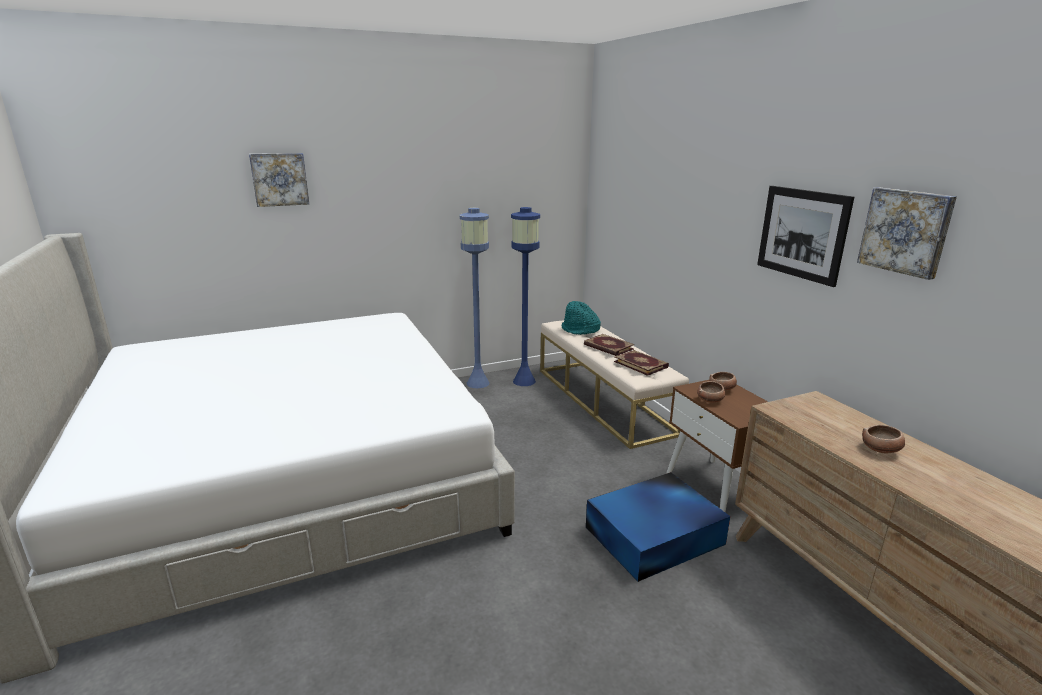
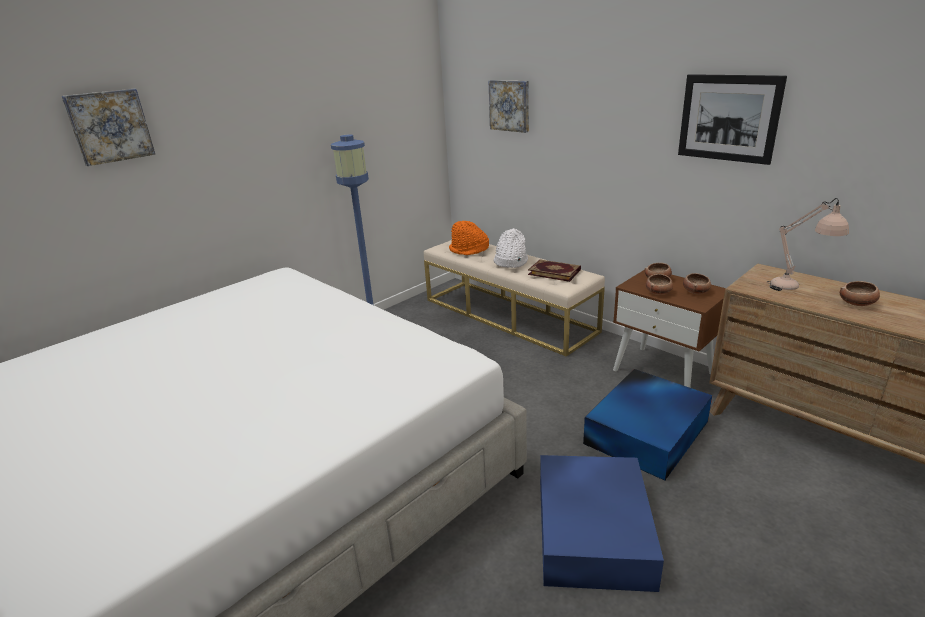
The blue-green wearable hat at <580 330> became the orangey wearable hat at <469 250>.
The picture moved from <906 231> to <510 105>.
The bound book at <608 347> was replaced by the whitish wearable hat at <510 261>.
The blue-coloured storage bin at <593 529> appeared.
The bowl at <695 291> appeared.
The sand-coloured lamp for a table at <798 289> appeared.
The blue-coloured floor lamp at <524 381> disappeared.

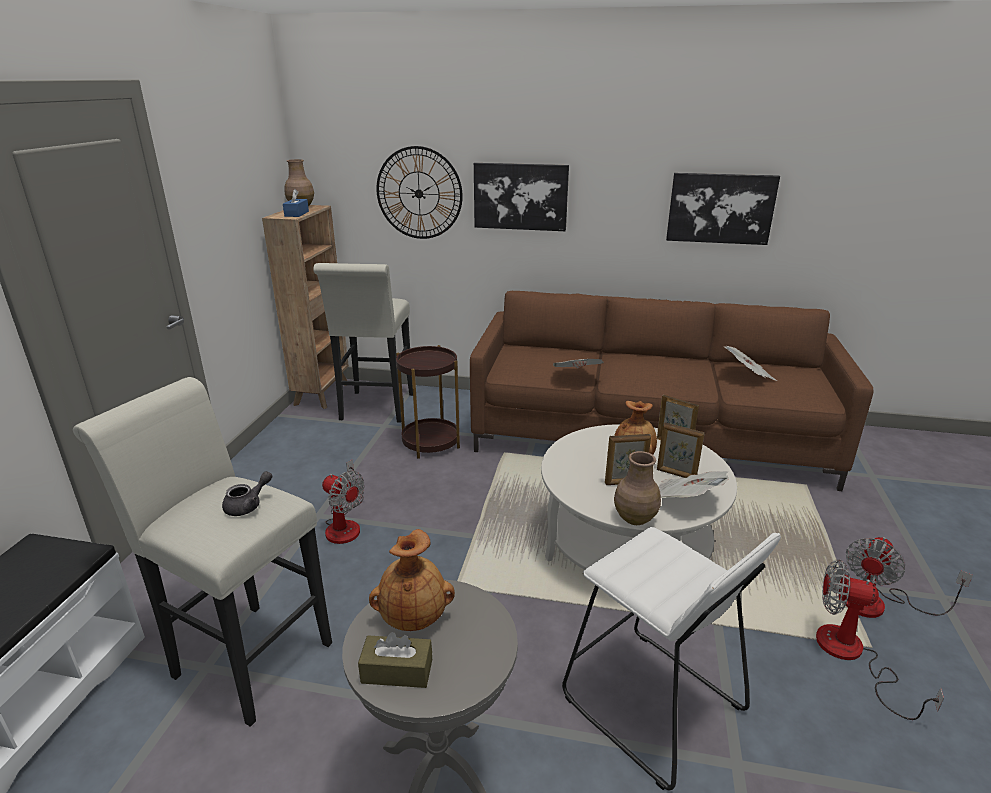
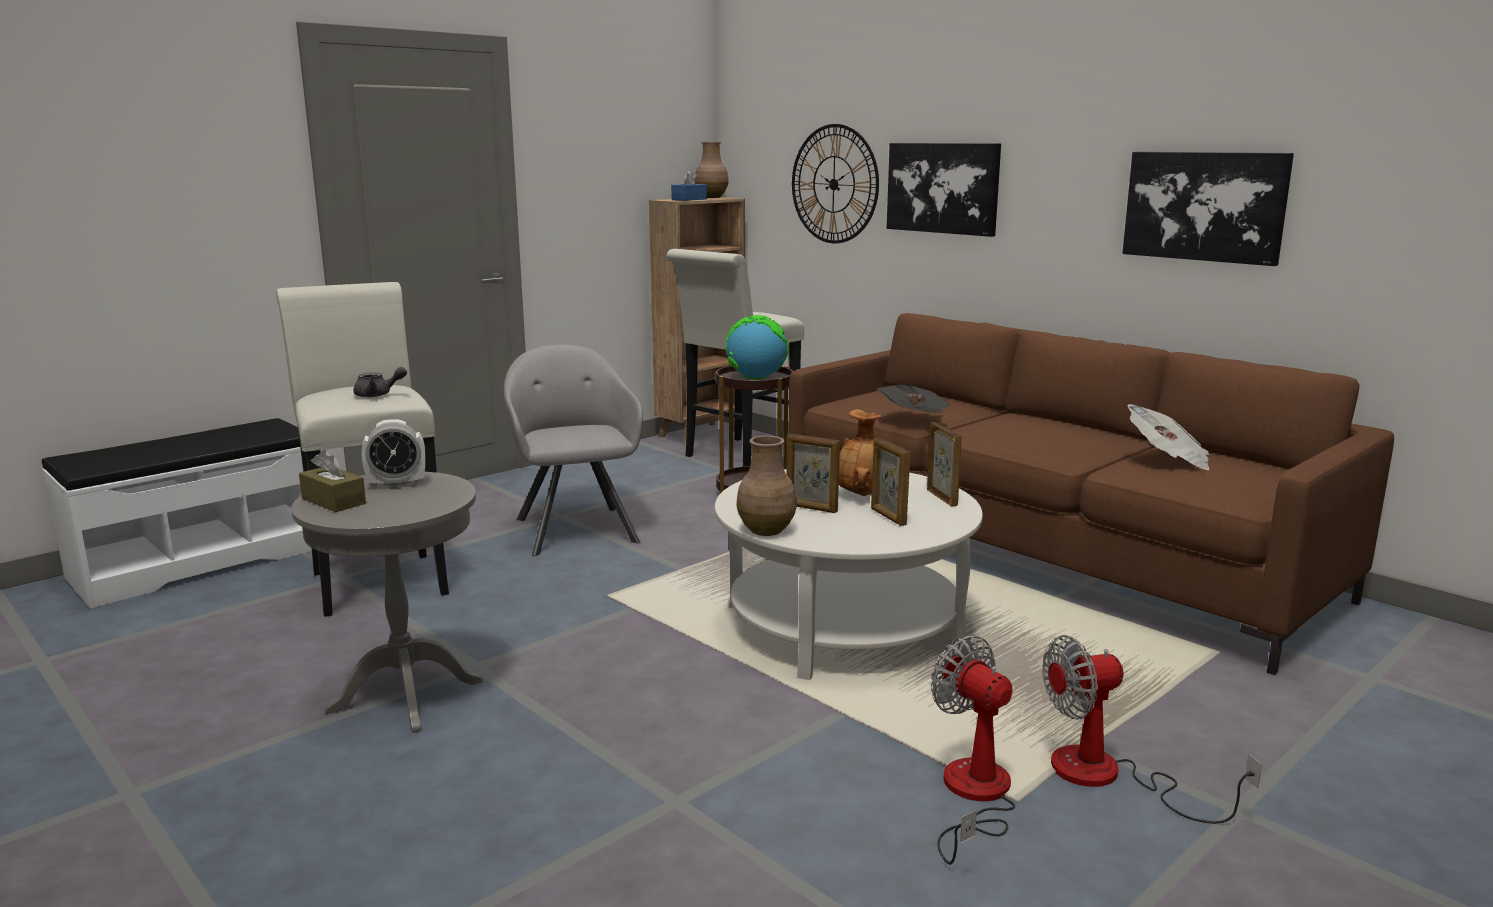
The brown vase at <413 617> was replaced by the table clock at <397 485>.
The fan at <345 524> was replaced by the grey easy chair at <575 528>.
The desk globe at <756 378> appeared.
The whitish stool at <651 704> disappeared.
The newspaper at <686 500> disappeared.

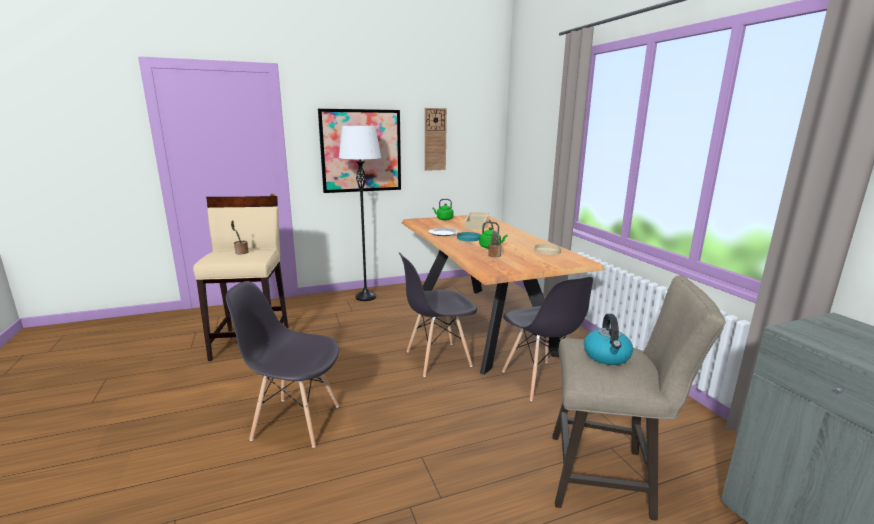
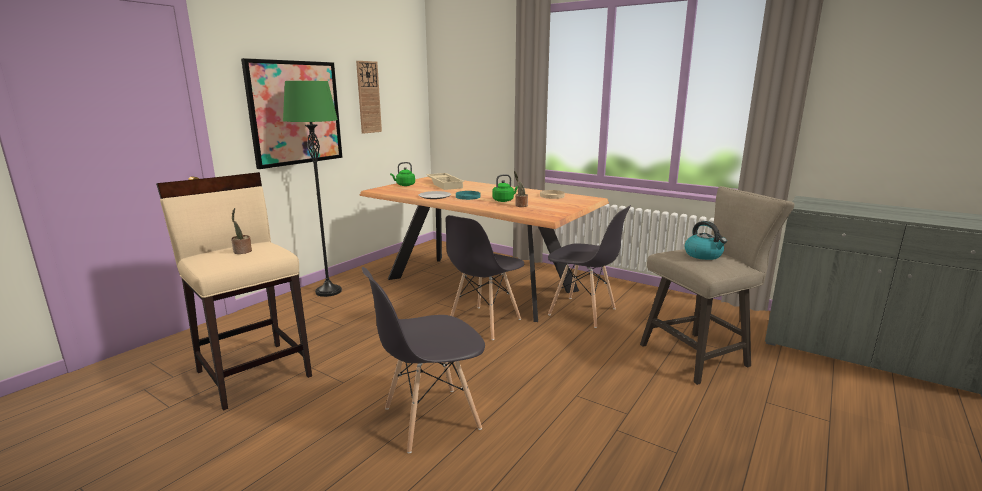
The whitish floor lamp at <365 297> became the greenish floor lamp at <328 291>.

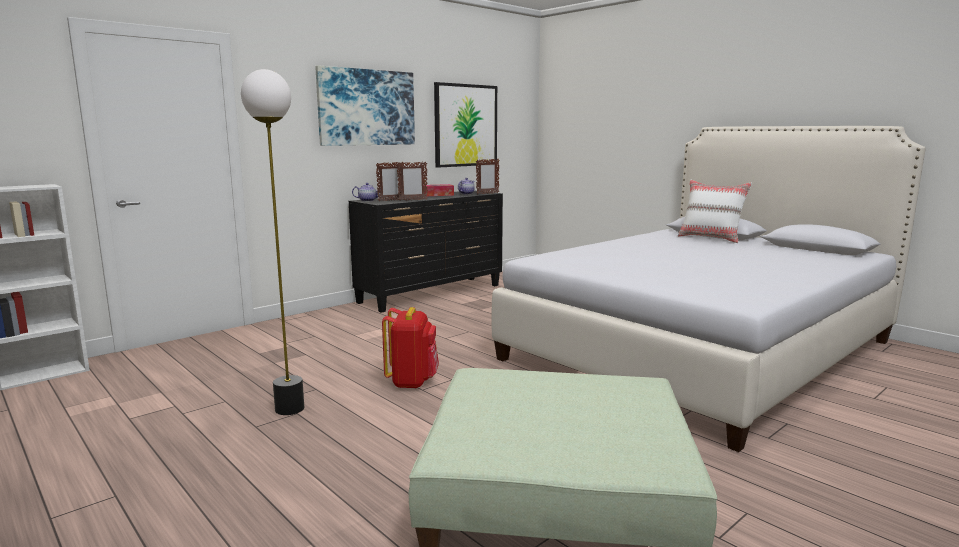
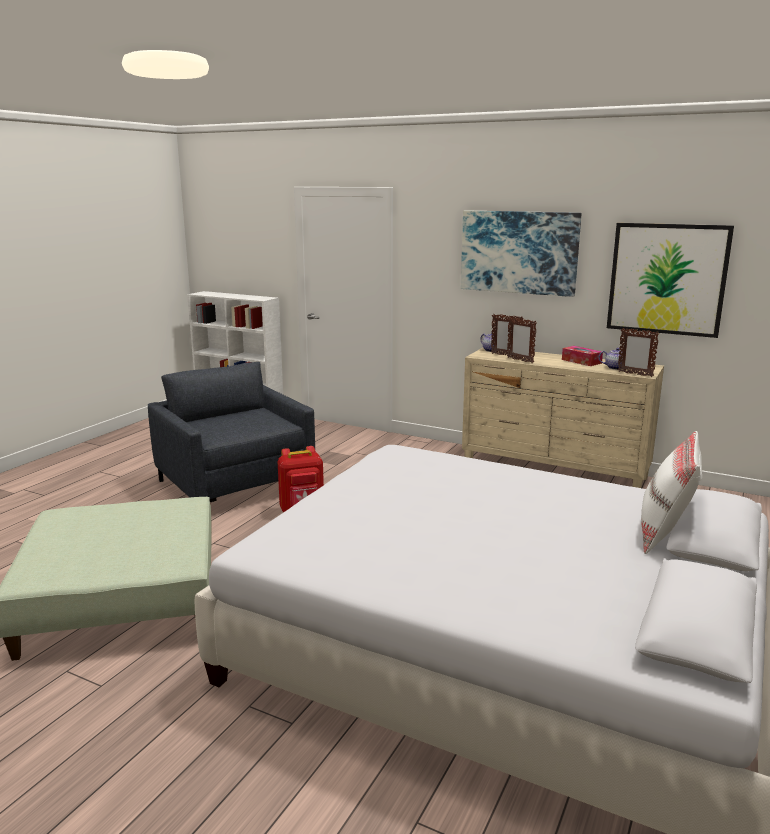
The floor lamp at <289 408> was replaced by the grey easy chair at <235 485>.
The black-coloured dresser at <432 294> became the sand-coloured dresser at <554 471>.

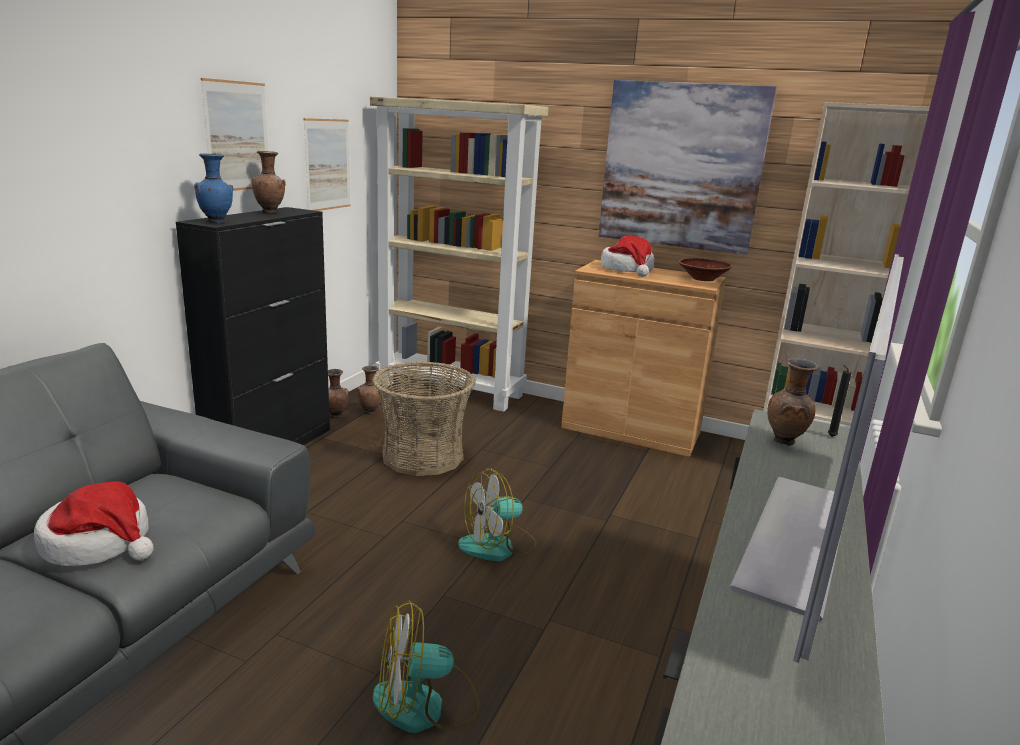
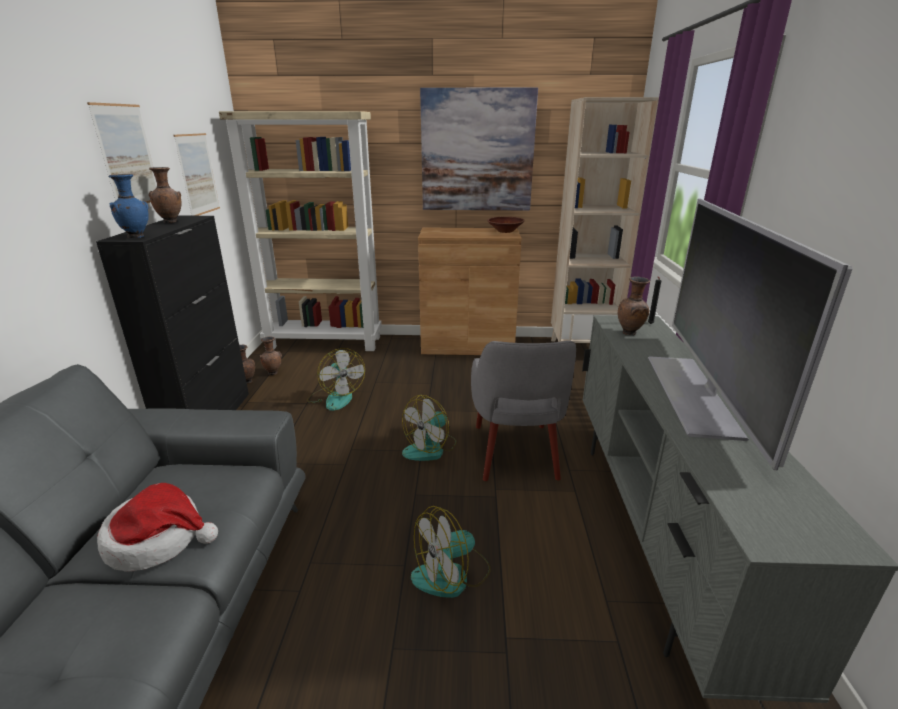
The basket at <423 456> was replaced by the fan at <336 397>.
The grey easy chair at <515 453> appeared.
The wearable hat at <627 269> disappeared.

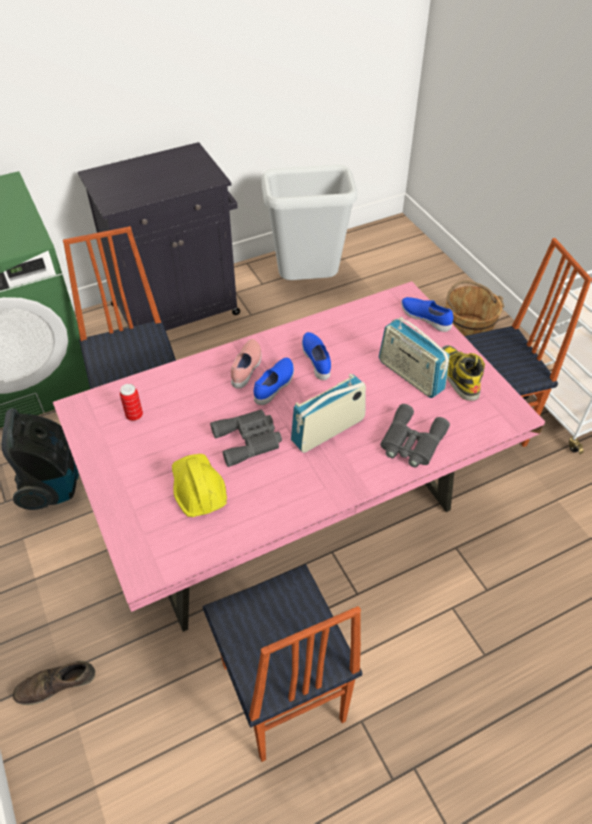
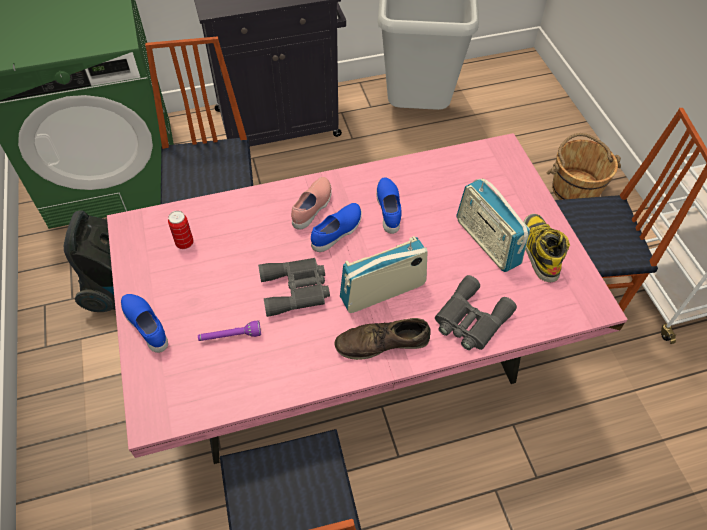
The blue-coloured item of footwear moved from <425 319> to <147 326>.
The yellow-coloured work helmet at <198 489> was replaced by the purplish hand torch at <230 336>.
The brown item of footwear moved from <56 685> to <382 343>.

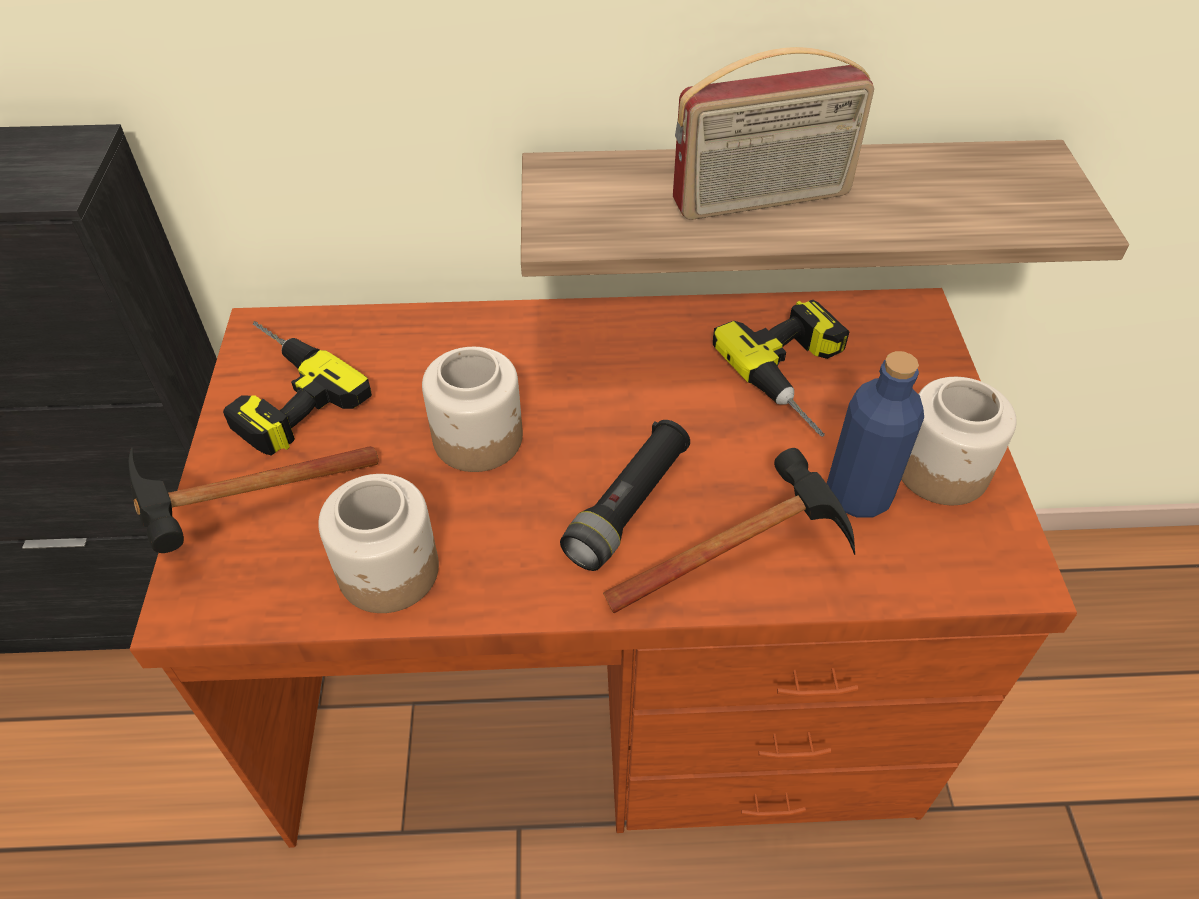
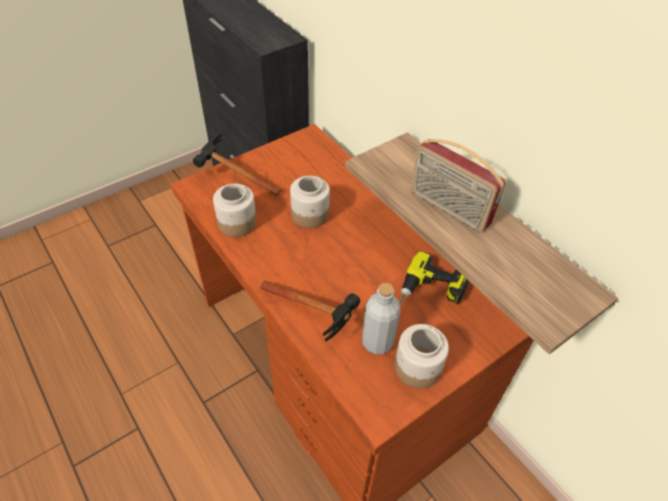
The blue-coloured drink bottle at <858 495> became the grey drink bottle at <377 342>.
The electric drill at <276 392> disappeared.
The black-coloured hand torch at <628 506> disappeared.

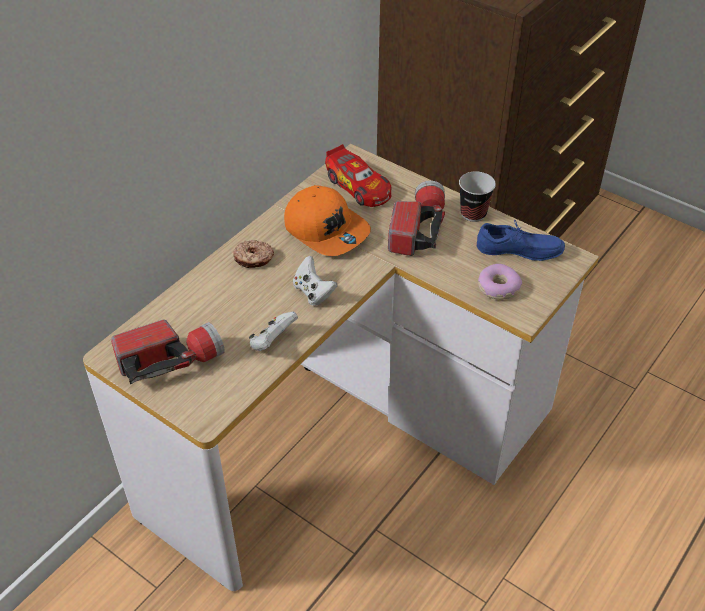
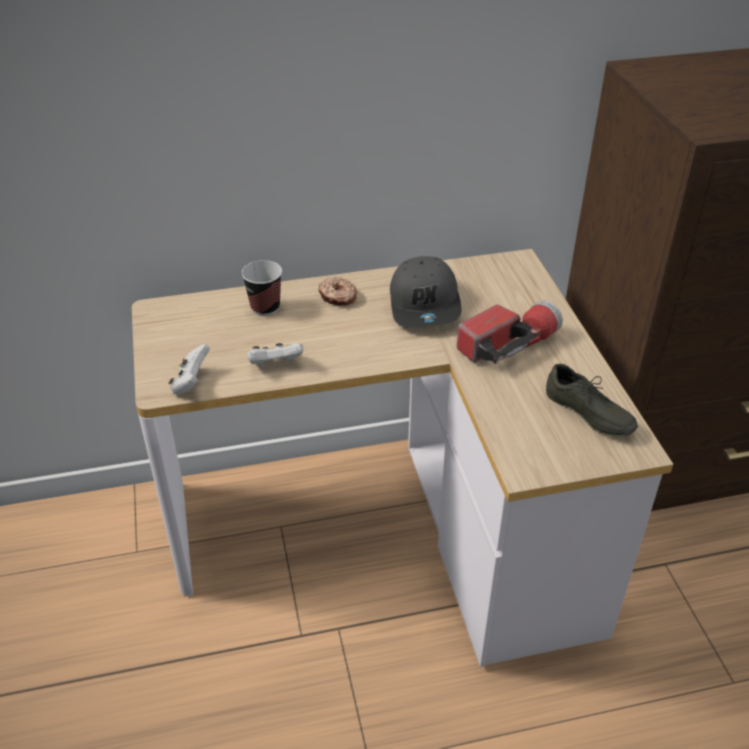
The whitish game controller moved from <313 292> to <191 383>.
The cup moved from <473 213> to <265 307>.
The orangey cap at <327 229> became the grey cap at <425 305>.
The blue-coloured item of footwear at <519 252> became the grey item of footwear at <586 414>.
The hand torch at <170 360> disappeared.
The miniature car at <358 186> disappeared.
The doughnut at <498 287> disappeared.

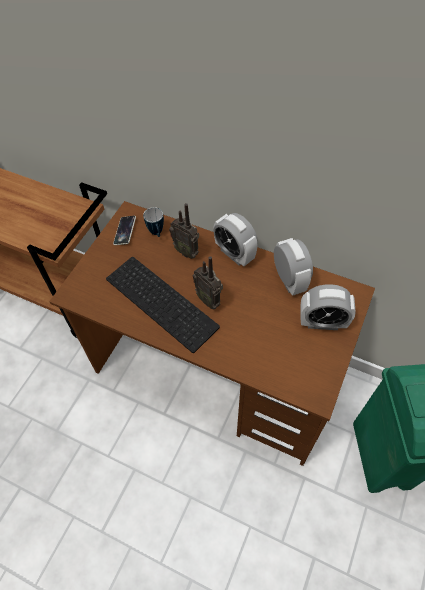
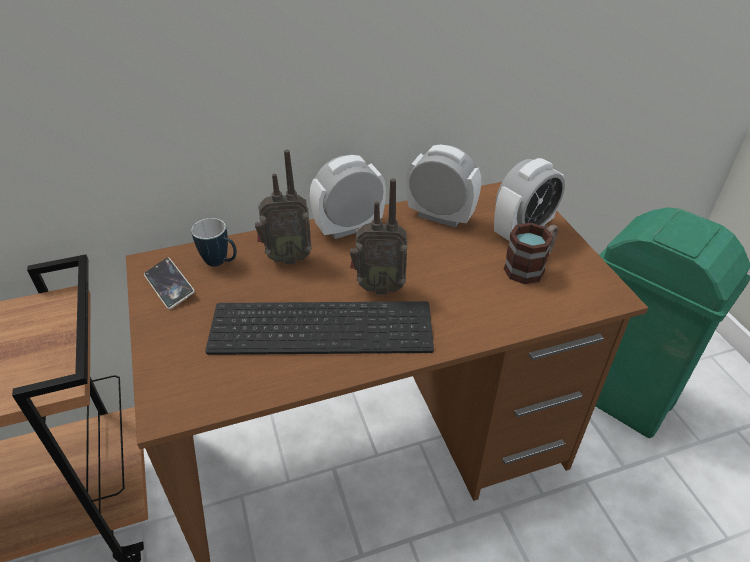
The table clock at <234 254> turned 150 degrees clockwise.
The coffee mug at <530 267> appeared.

